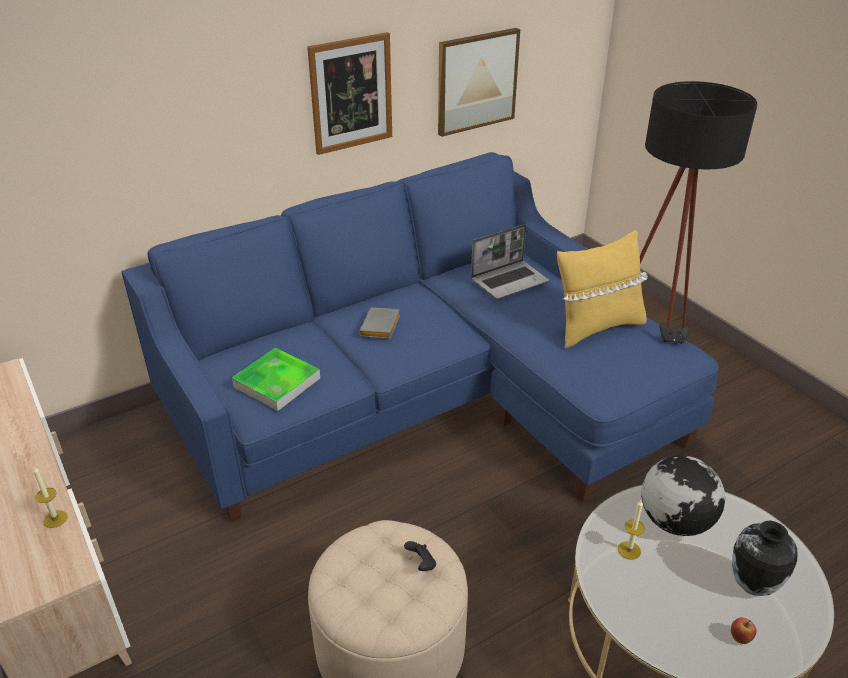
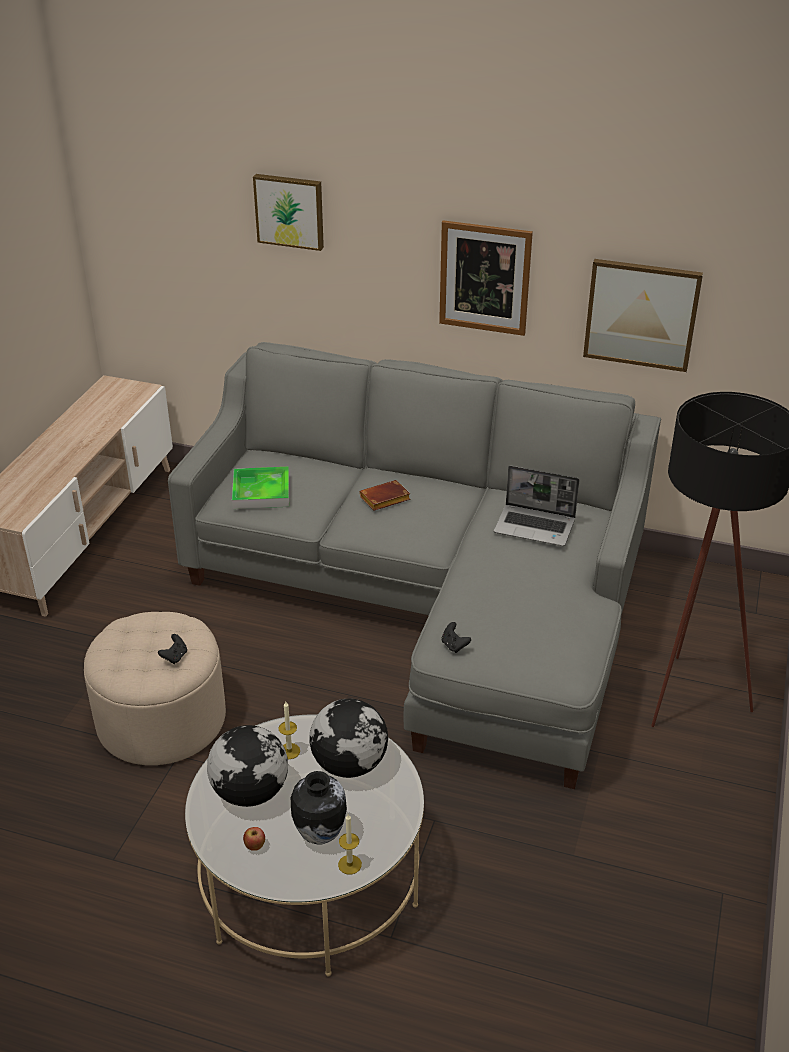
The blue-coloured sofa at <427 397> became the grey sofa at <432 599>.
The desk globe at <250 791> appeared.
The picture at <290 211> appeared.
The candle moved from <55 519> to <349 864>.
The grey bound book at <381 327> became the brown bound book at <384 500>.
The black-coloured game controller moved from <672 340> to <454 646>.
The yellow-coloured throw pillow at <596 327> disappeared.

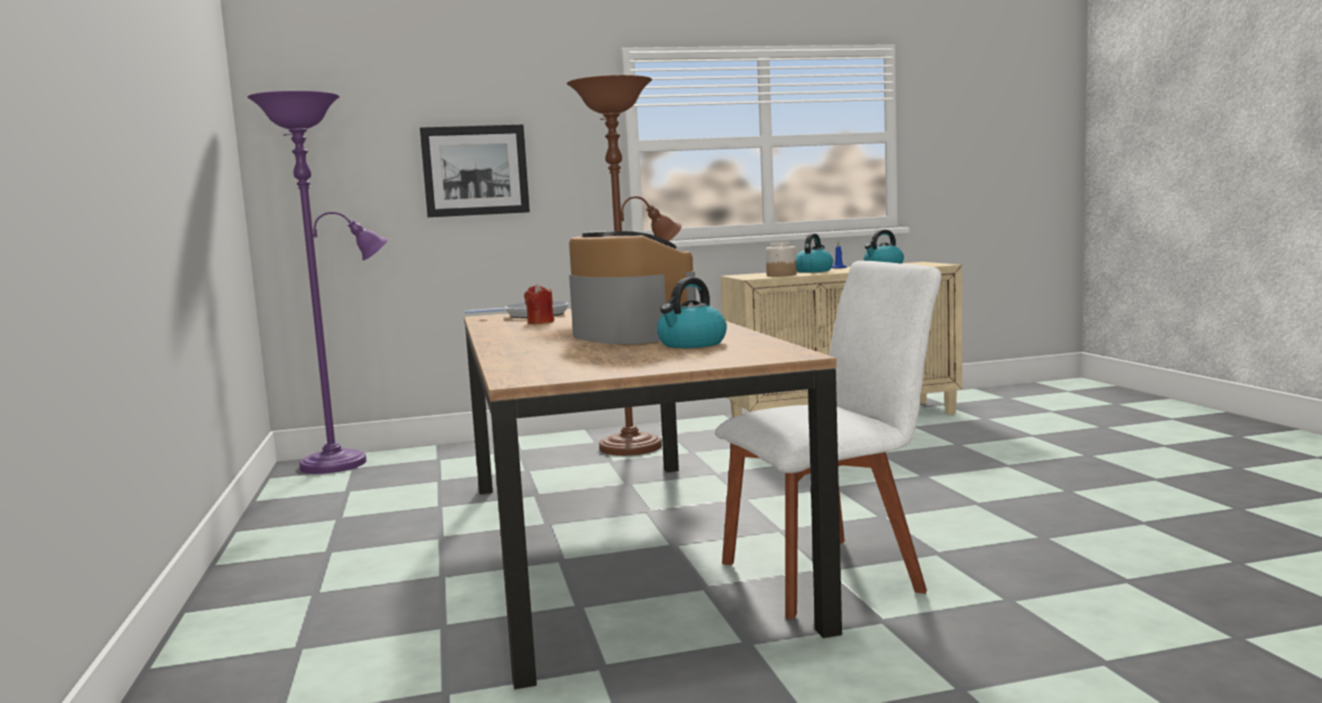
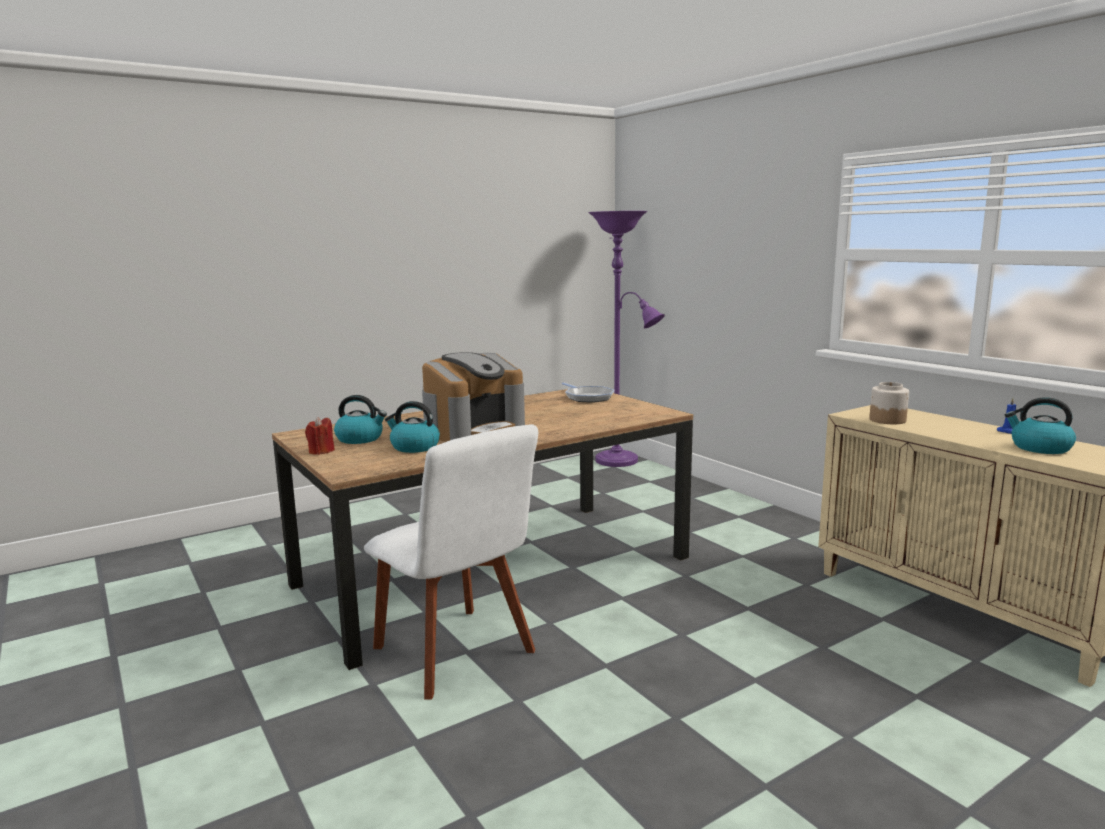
The red candle moved from <540 322> to <321 451>.
The tea kettle moved from <813 271> to <360 439>.
The picture at <475 170> disappeared.
The brown floor lamp at <637 445> disappeared.

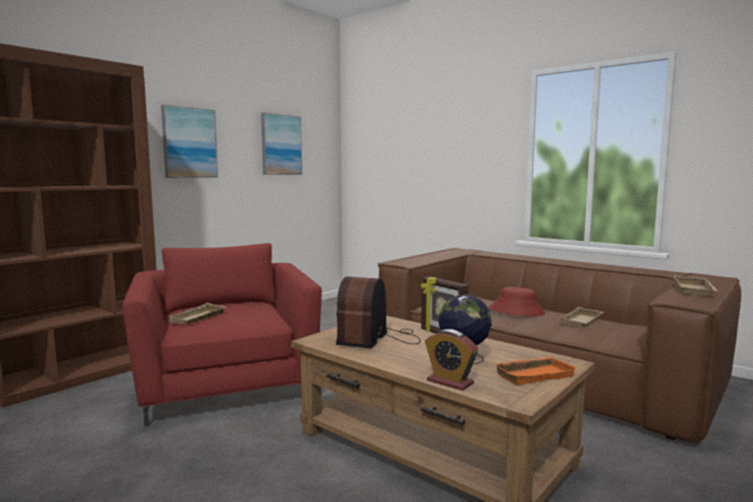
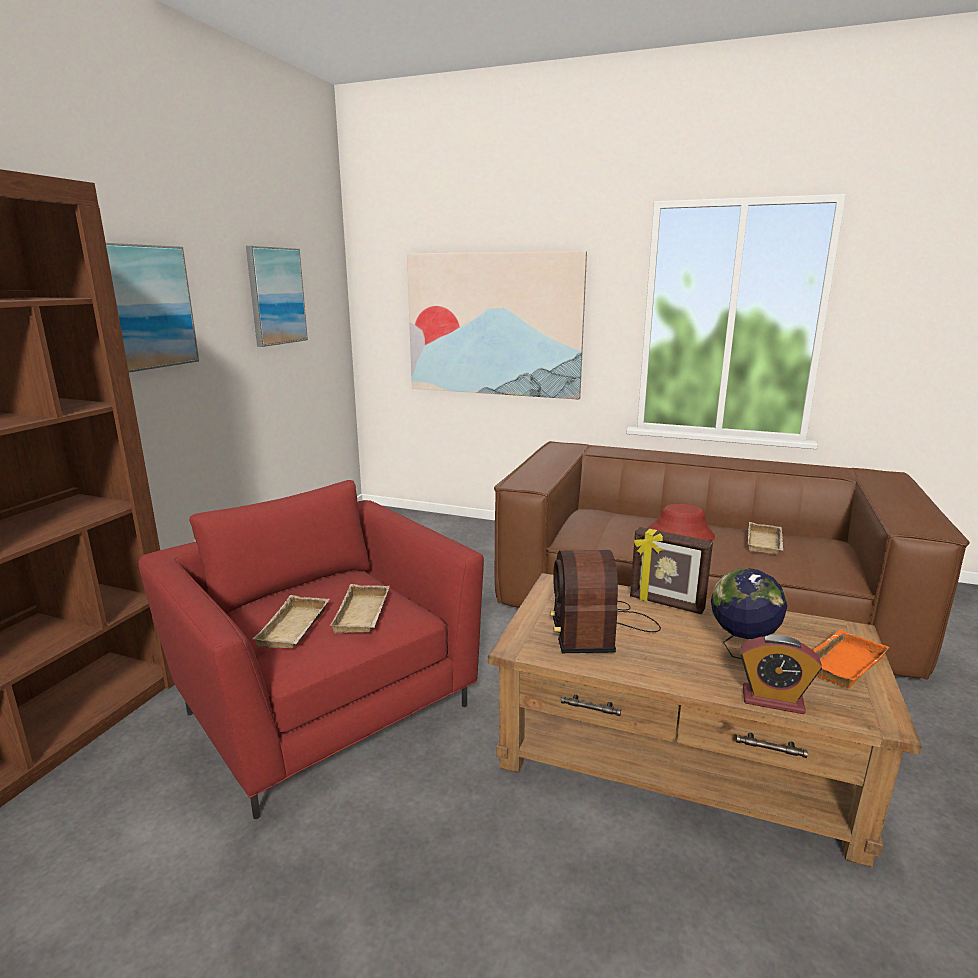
The sand-coloured carrying tray moved from <696 290> to <364 615>.
The picture at <493 325> appeared.

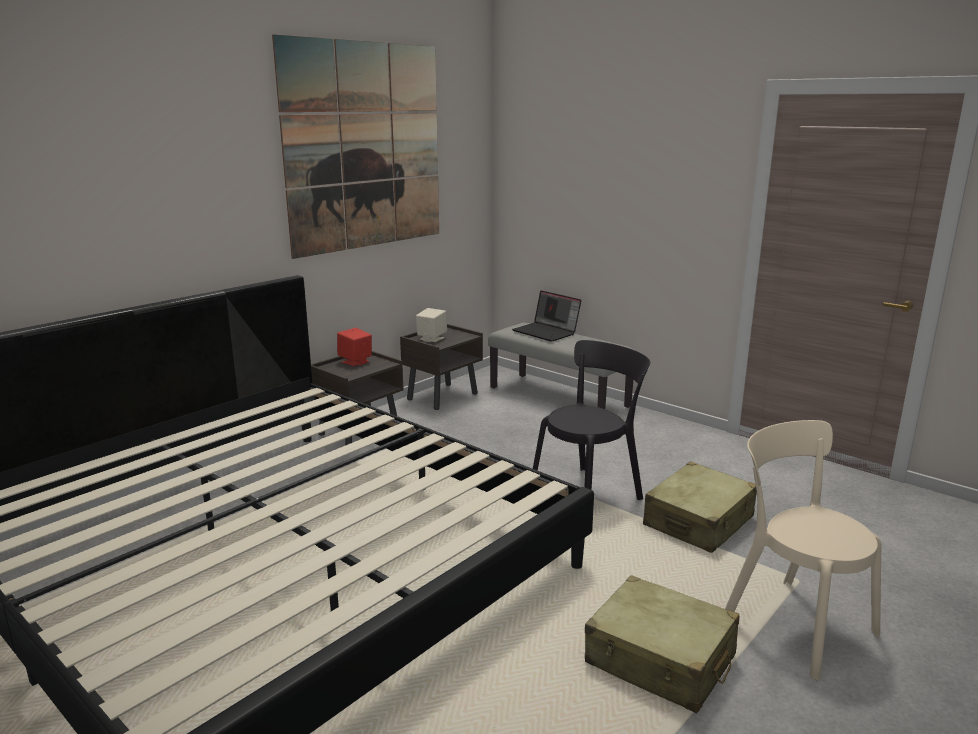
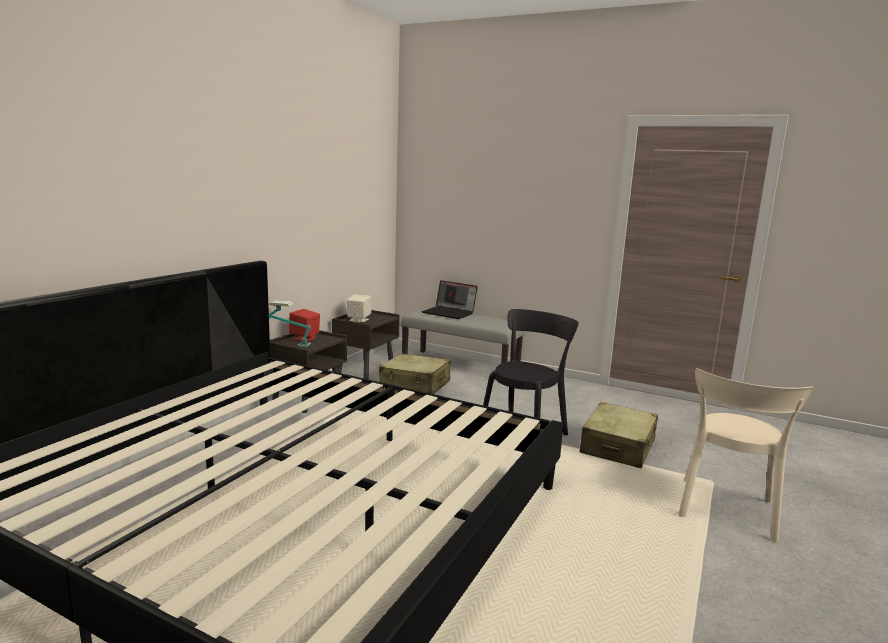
The lamp for a table at <289 344> appeared.
The sand-coloured travel case moved from <660 660> to <415 385>.
The sand-coloured upright chair at <792 622> turned 105 degrees counterclockwise.
The picture at <365 147> disappeared.

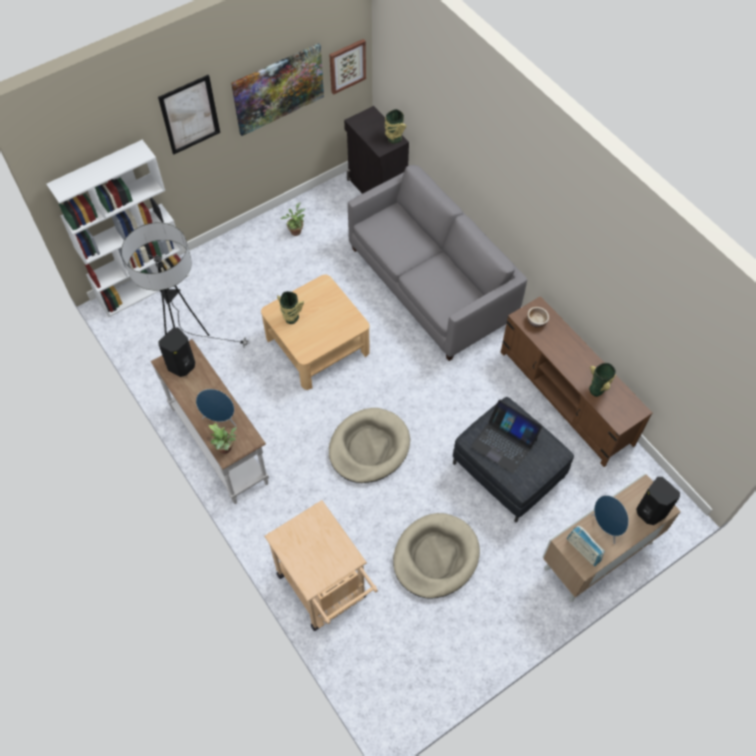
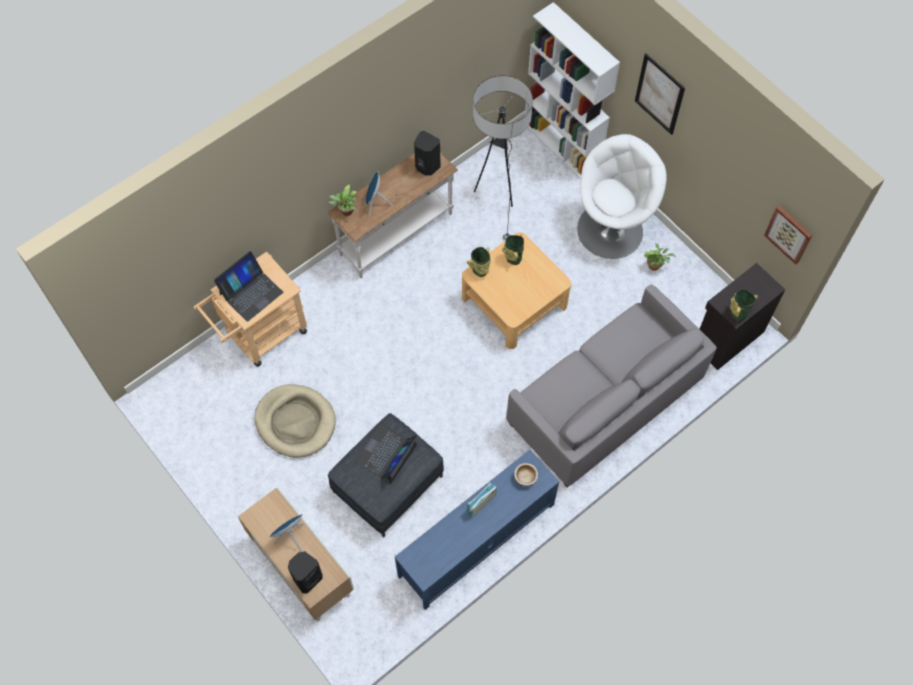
The notebook computer at <251 292> appeared.
The brown tv stand at <566 398> became the blue-coloured tv stand at <476 540>.
The radio set moved from <583 550> to <481 503>.
The vase moved from <598 389> to <480 271>.
The whitish easy chair at <611 229> appeared.
The picture at <278 89> disappeared.
The sand-coloured dog cushion at <369 447> disappeared.

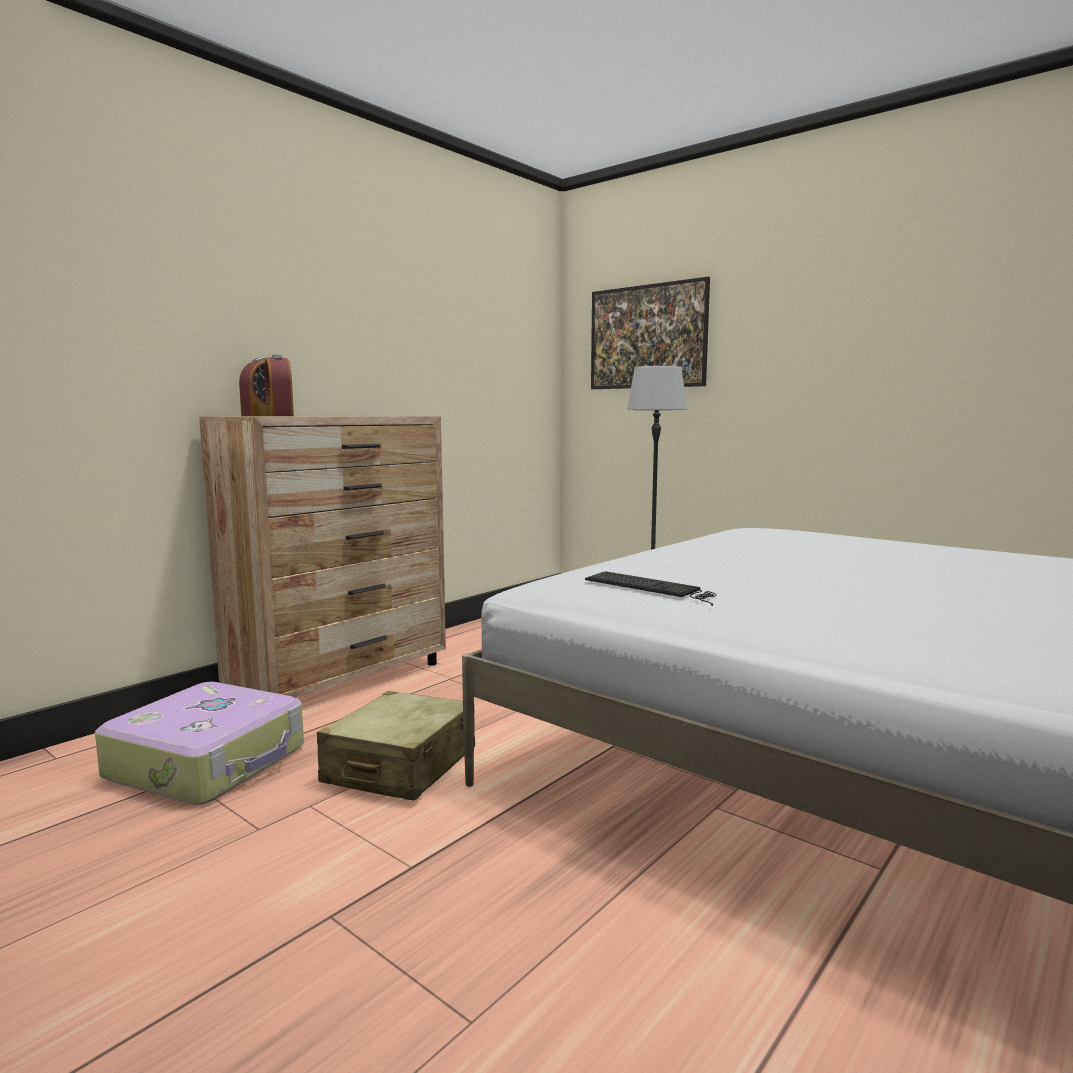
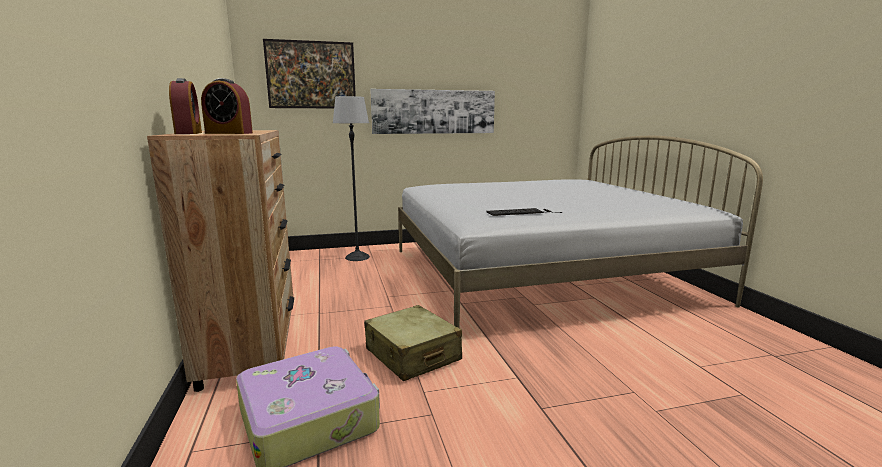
The picture at <434 112> appeared.

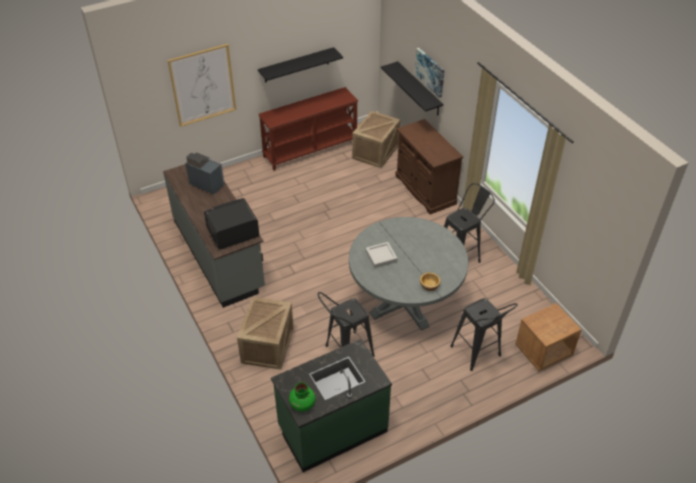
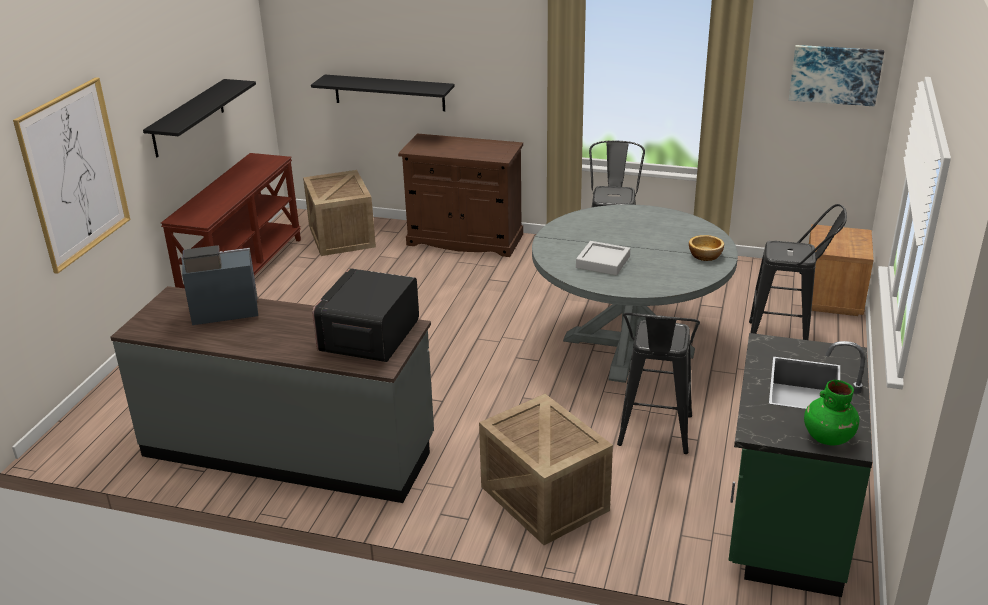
The picture moved from <430 72> to <835 74>.

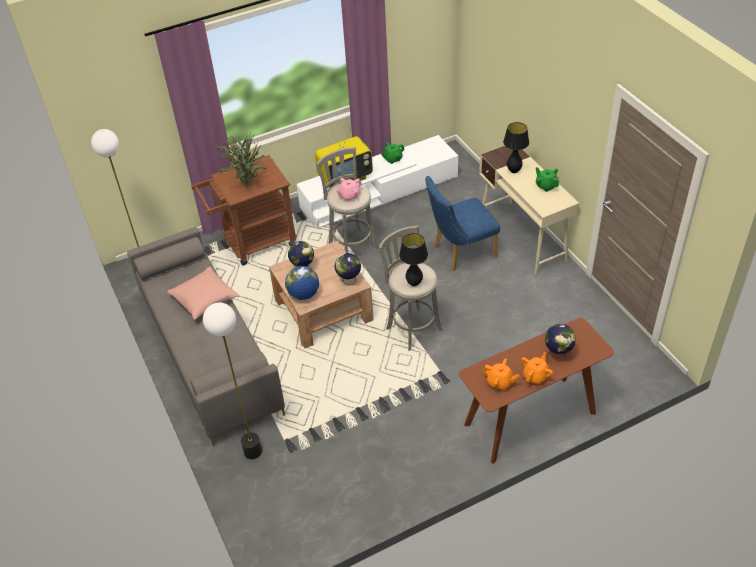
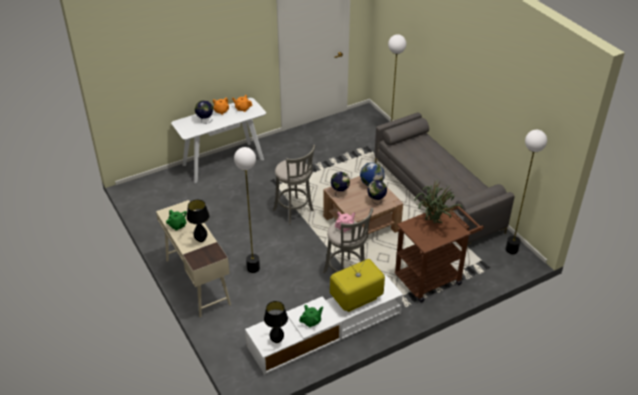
The brown console table at <530 419> became the whitish console table at <223 162>.
The blue-coloured upright chair at <460 252> was replaced by the floor lamp at <253 268>.
The black-coloured lamp for a table moved from <414 283> to <277 340>.
The pink throw pillow at <204 299> disappeared.

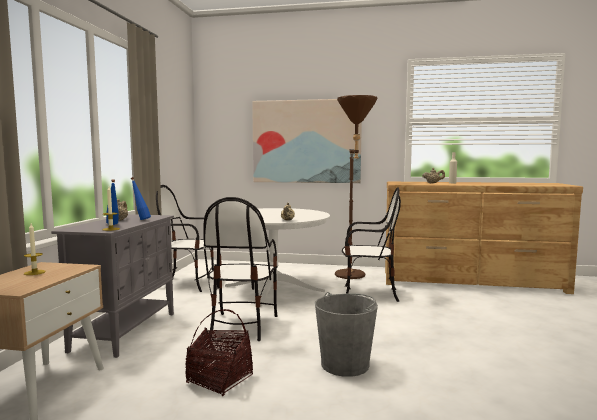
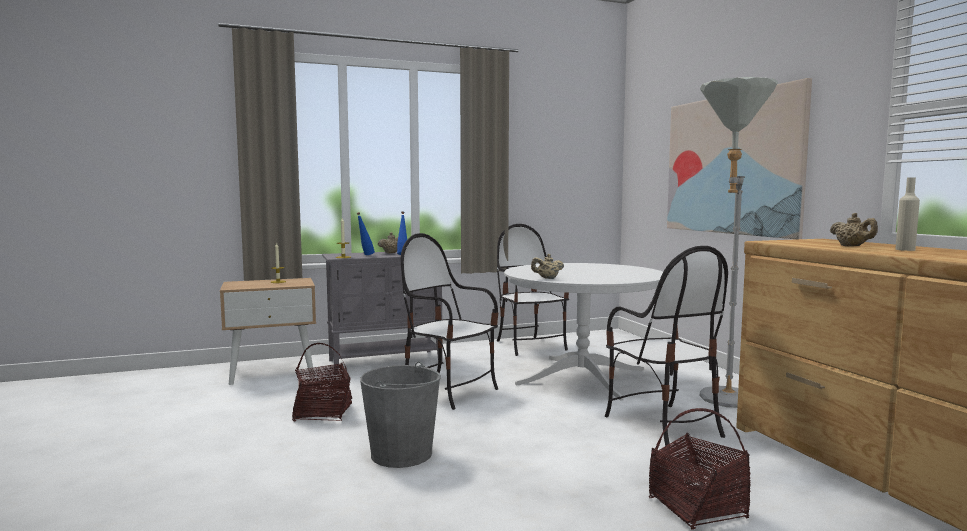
The upright chair at <242 326> turned 60 degrees clockwise.
The basket at <697 508> appeared.
The brown floor lamp at <353 277> became the grey floor lamp at <724 402>.

